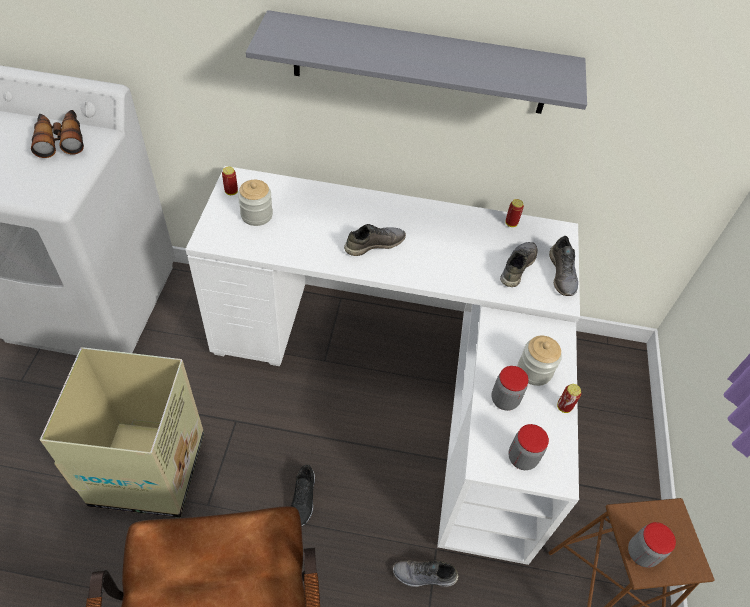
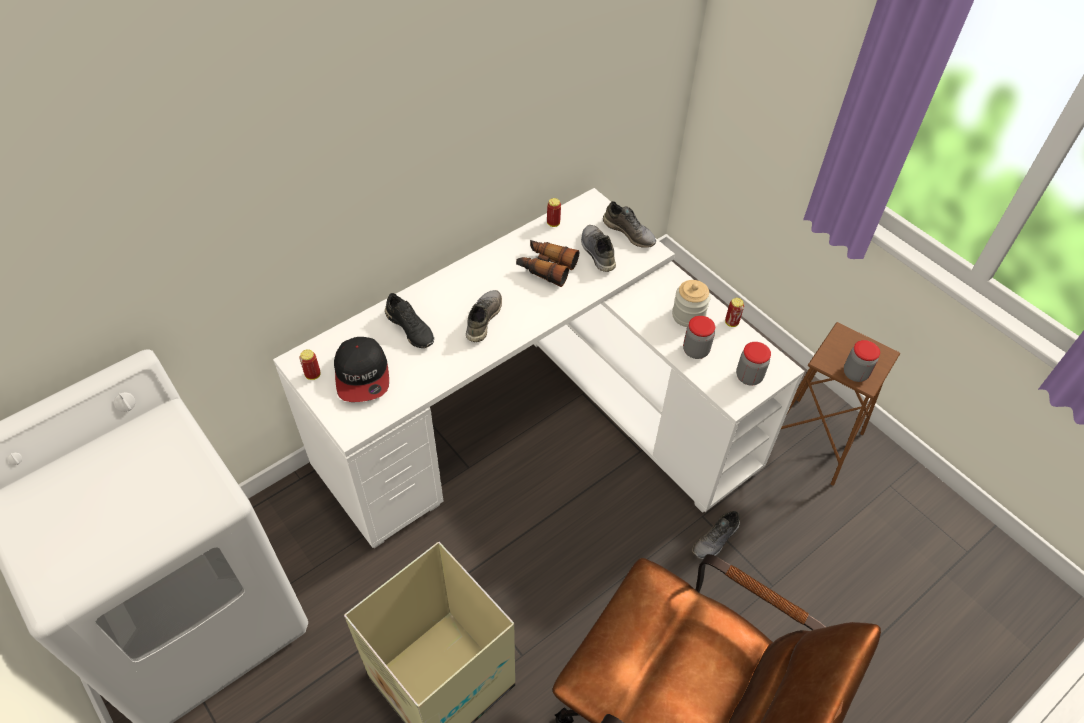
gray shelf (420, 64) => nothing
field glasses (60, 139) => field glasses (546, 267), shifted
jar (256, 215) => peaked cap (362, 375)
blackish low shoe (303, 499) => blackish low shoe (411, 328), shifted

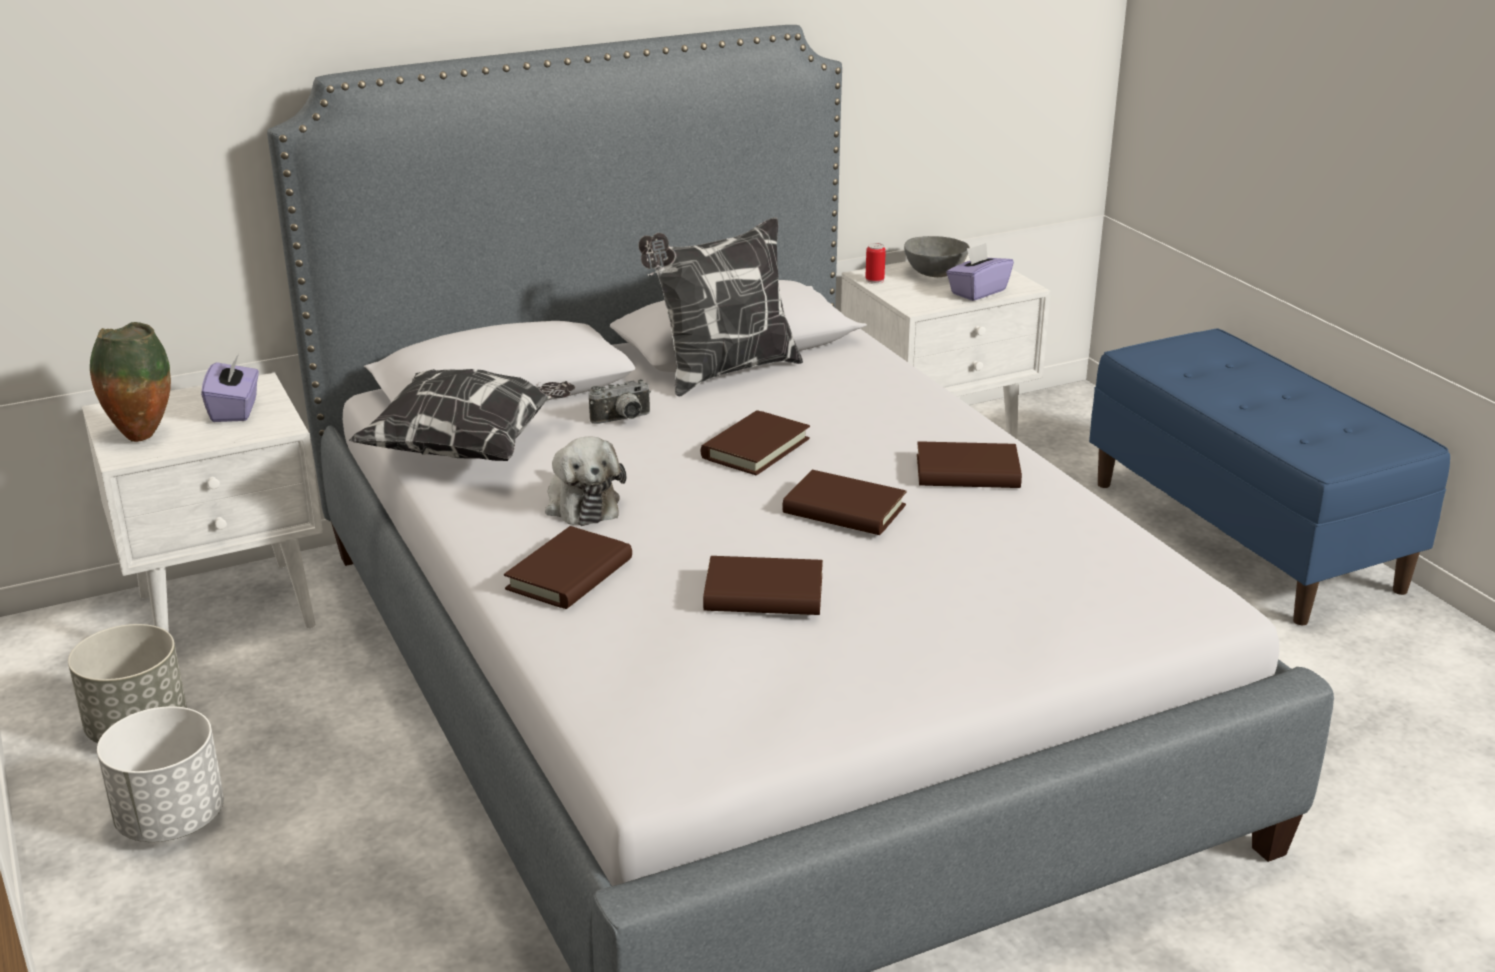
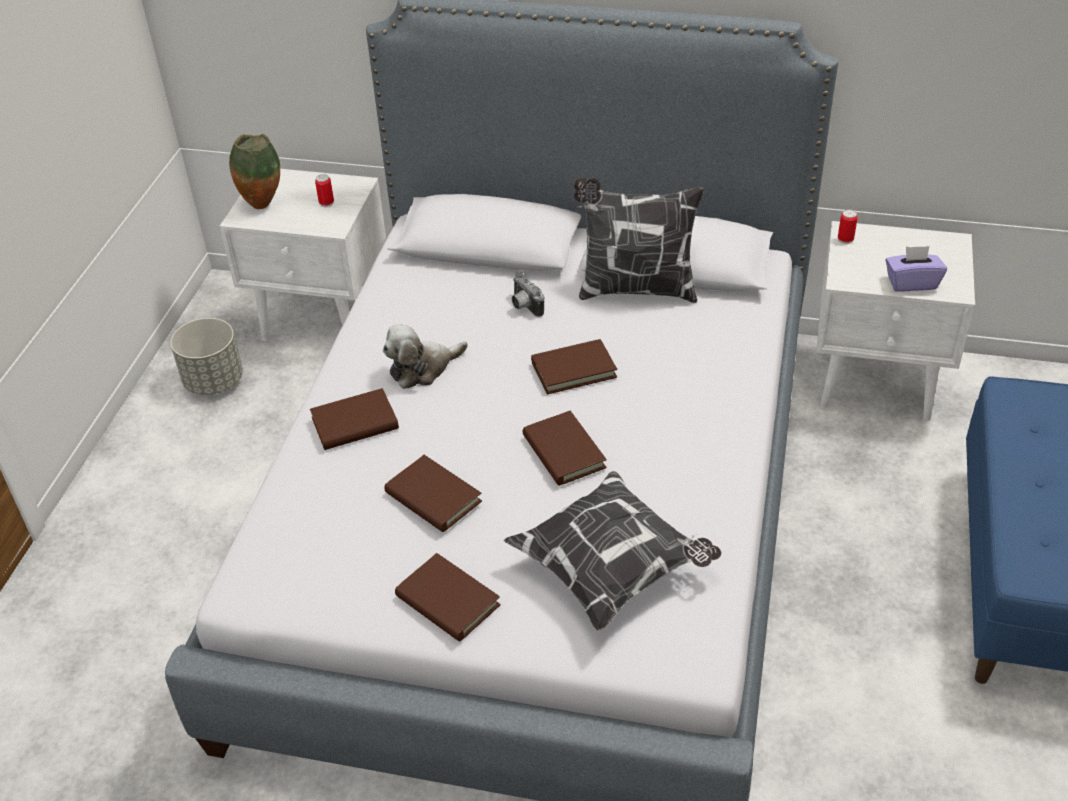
gray bowl (935, 274) => nothing
purplish box of tissues (235, 410) => metal can (326, 203)
pillow (469, 449) => pillow (612, 570), shifted
photo camera (623, 420) => photo camera (524, 306), 45 degrees clockwise
soft toy (581, 504) => soft toy (423, 368), 45 degrees clockwise
brown bound book (967, 472) => brown bound book (447, 601), shifted
white plant pot (170, 820) => nothing

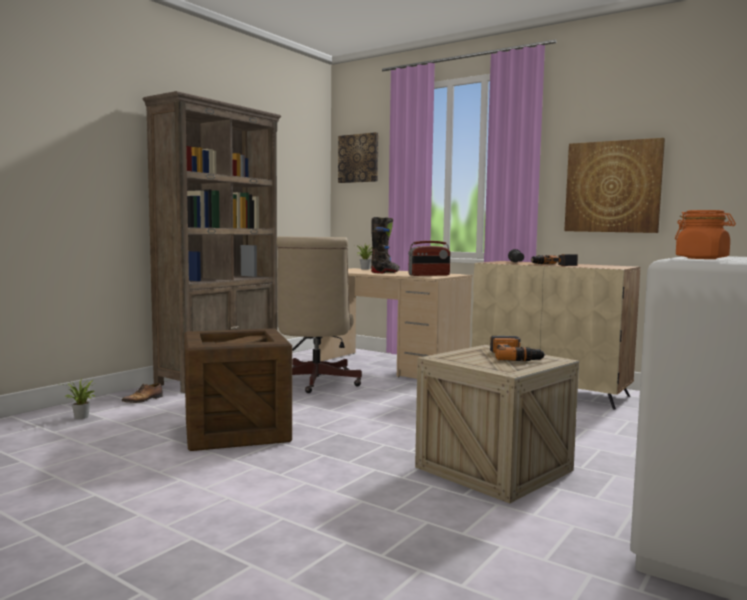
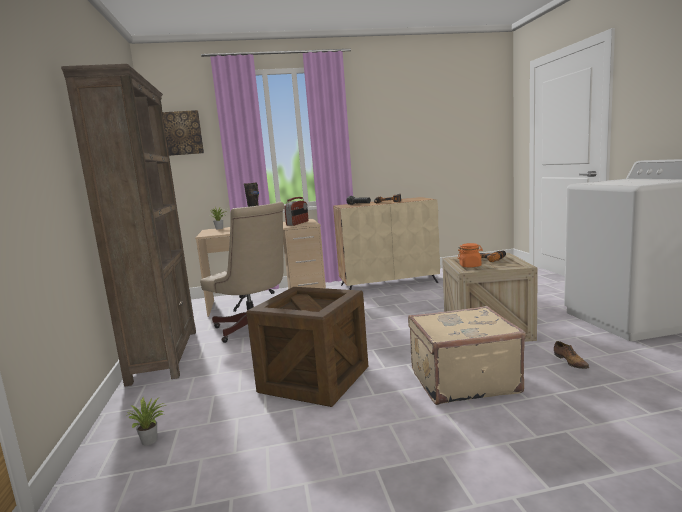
wall art (613, 187) => nothing
orange-coloured jar (702, 258) => orange-coloured jar (470, 266), shifted
low shoe (144, 400) => low shoe (570, 362), shifted
nothing => sand-coloured travel case (462, 380)

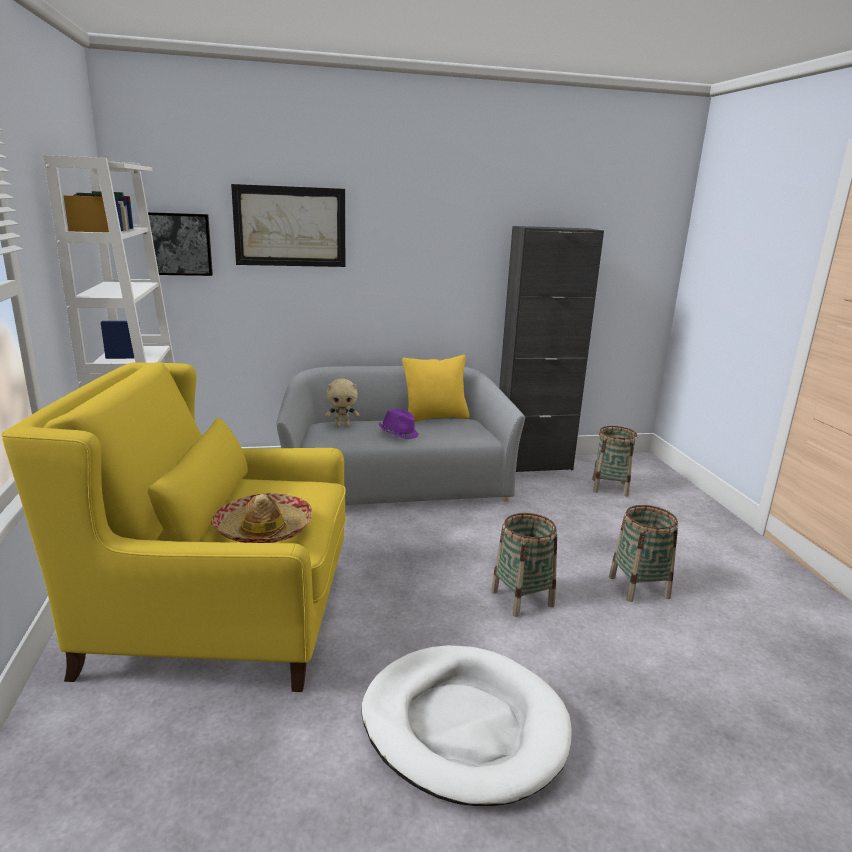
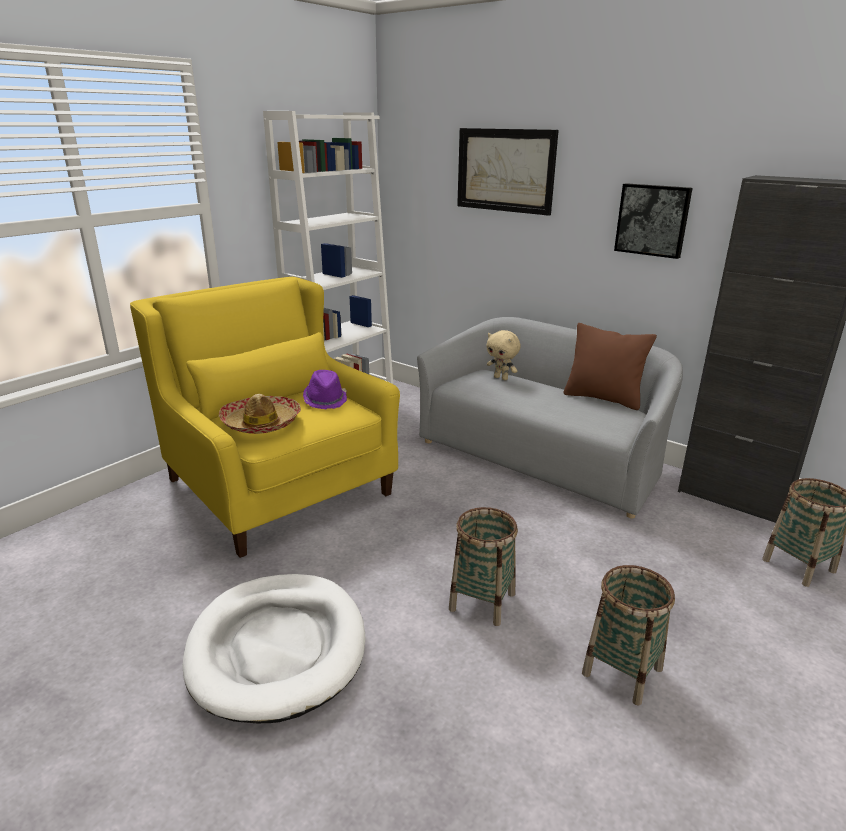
wall art (179, 244) => wall art (652, 220), shifted
yellowish pillow (435, 417) => brown pillow (603, 398)
purplish wearable hat (399, 433) => purplish wearable hat (325, 400), shifted

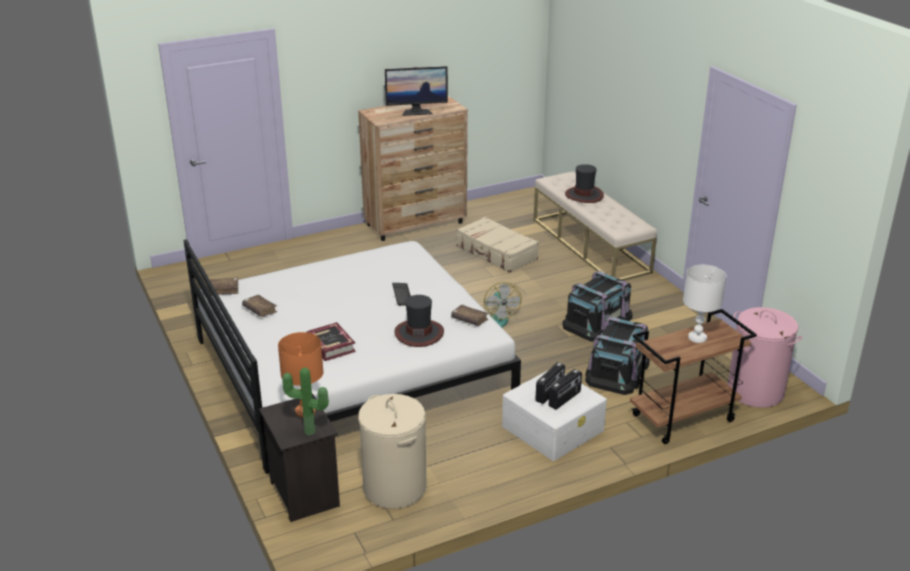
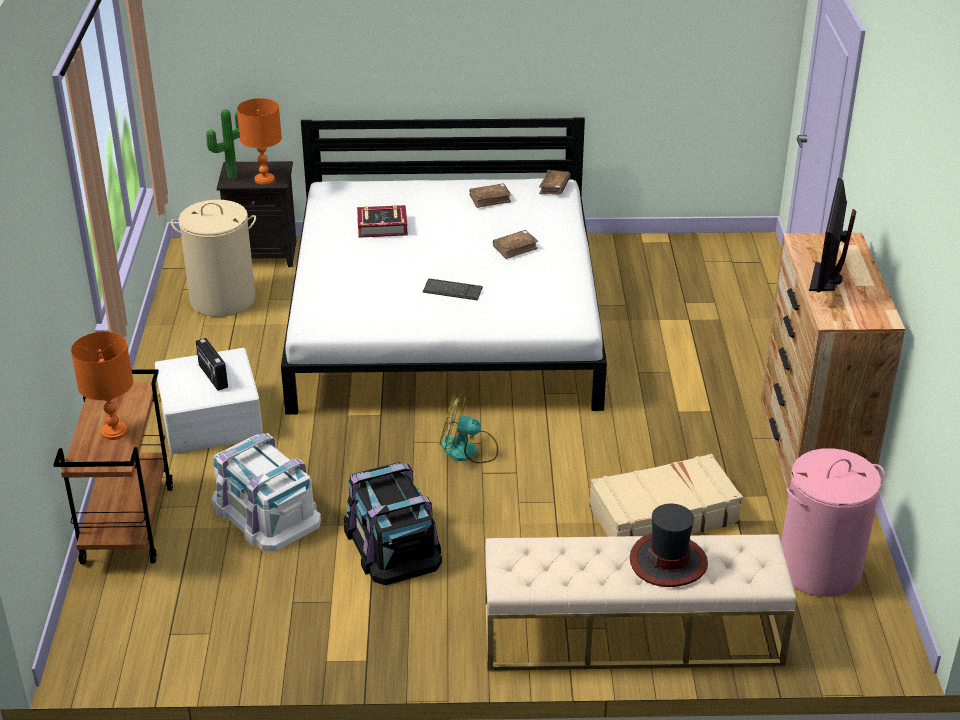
white tabletop lamp (697, 338) => orange-coloured tabletop lamp (113, 432)
wearable hat (419, 333) => nothing
brown bound book (469, 319) => brown bound book (515, 248), shifted
pinkish laundry basket (755, 391) => pinkish laundry basket (819, 569), shifted
blackish storage box (618, 371) => white storage box (265, 512)
radio receiver (565, 399) => nothing

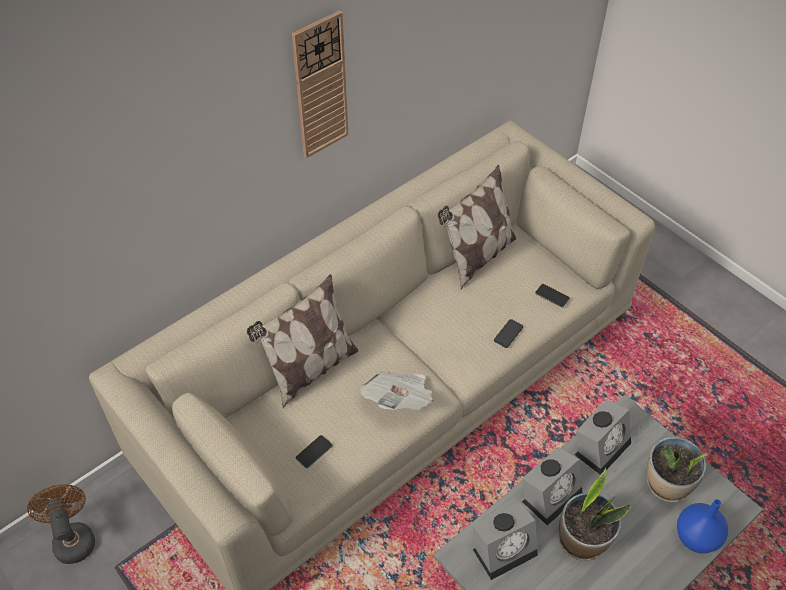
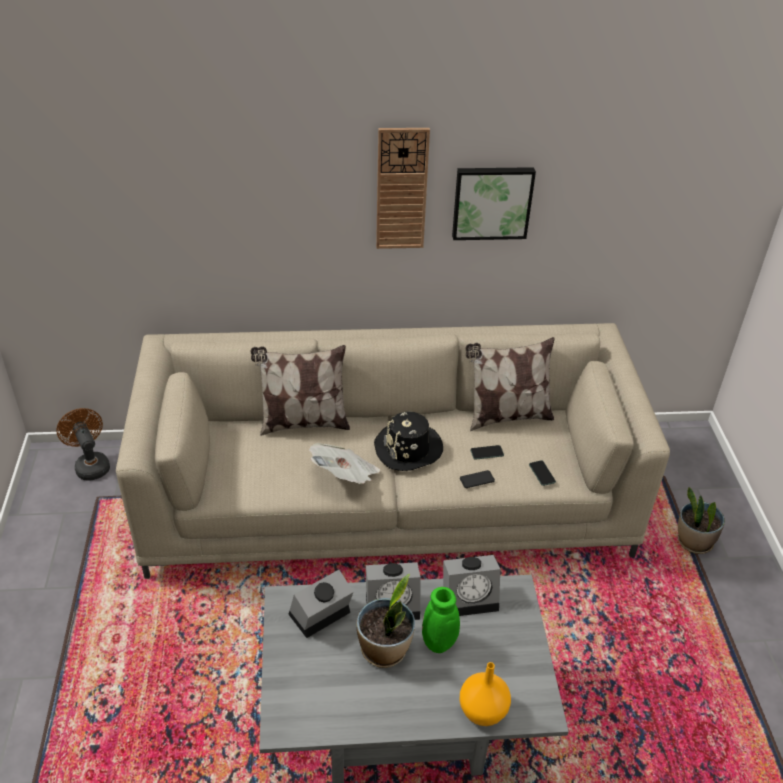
telephone (314, 452) => telephone (487, 452), shifted
plant in a pot (667, 484) => plant in a pot (693, 542), shifted
brown electric fan (73, 538) => brown electric fan (90, 465), 45 degrees counterclockwise
blue-coloured decorative vase (697, 538) => orange-coloured decorative vase (482, 712)
bedside clock (505, 548) => bedside clock (319, 616), 135 degrees clockwise
nothing => wall art (492, 202)
nothing => blackish wearable hat (408, 449)
nothing => green decorative vase (438, 645)

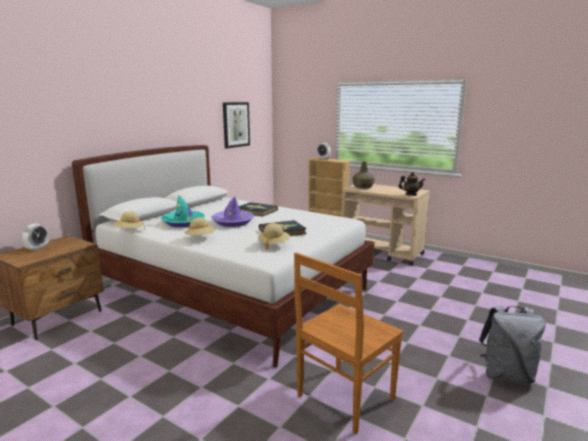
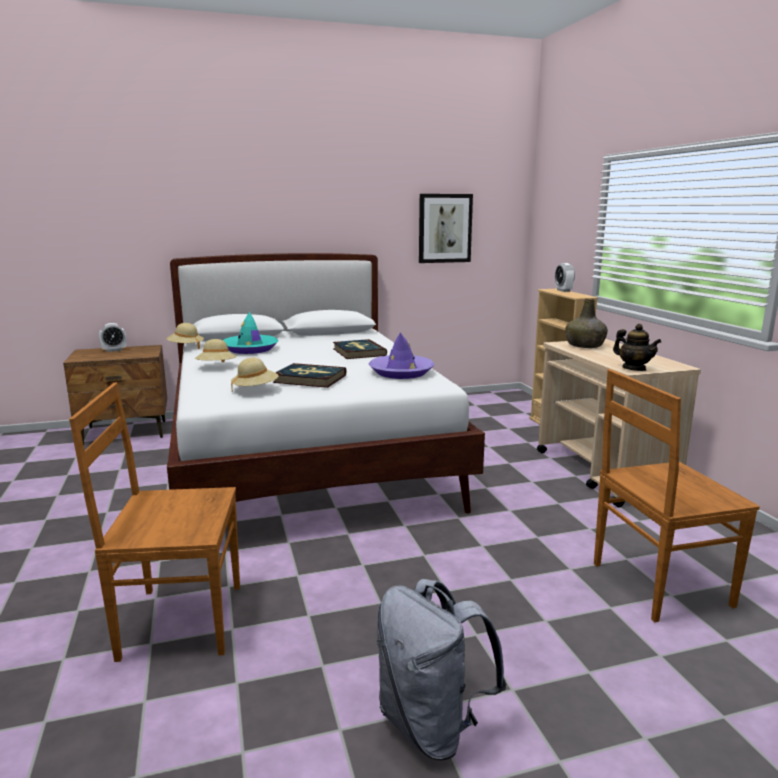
purplish wearable hat (233, 222) => purplish wearable hat (401, 372), shifted
nothing => brown chair (657, 585)

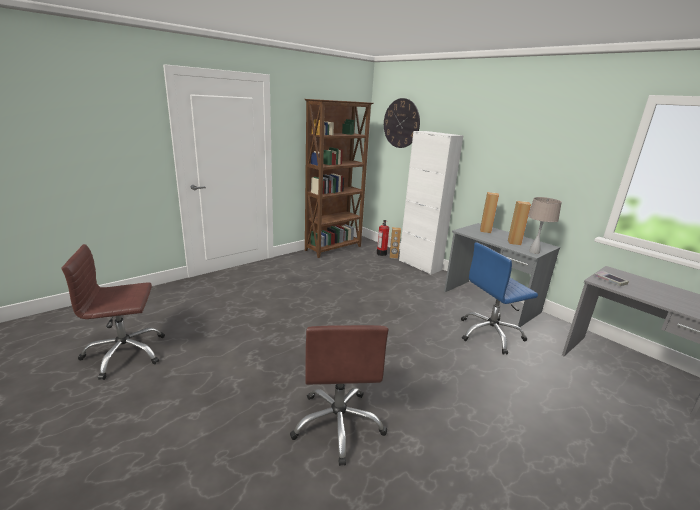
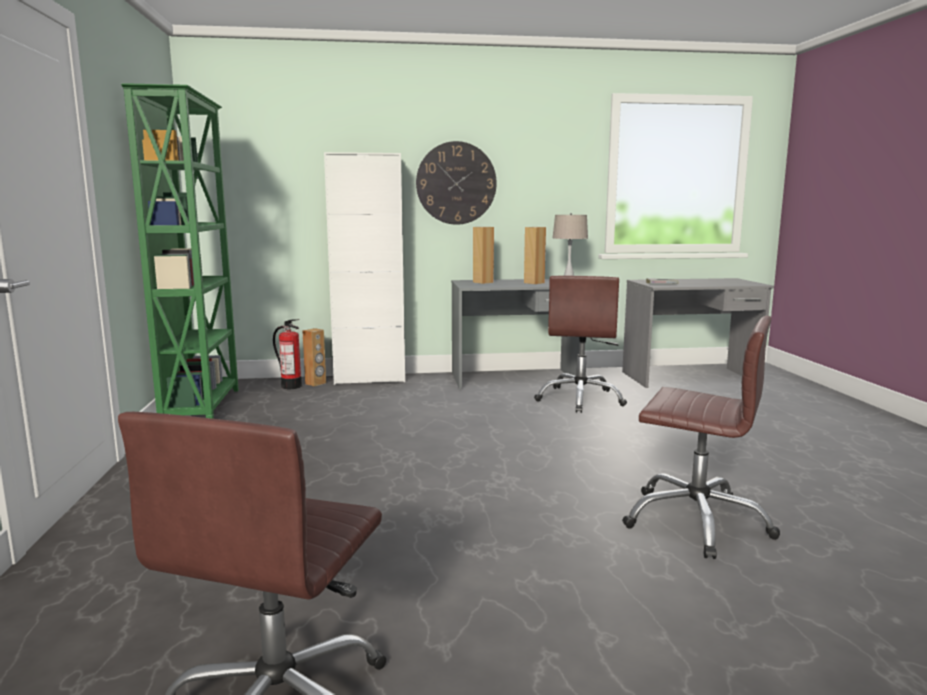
hanging clock (401, 123) => hanging clock (456, 183), shifted
brown bookcase (334, 248) => green bookcase (203, 406)
blue-coloured desk chair (490, 334) => brown desk chair (580, 399)

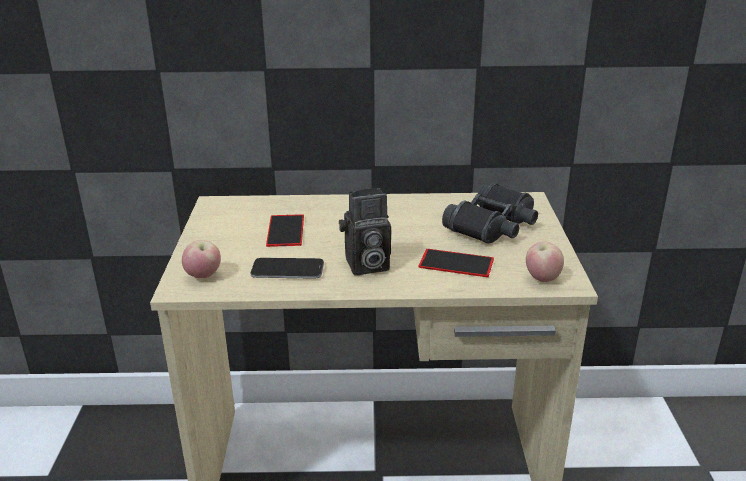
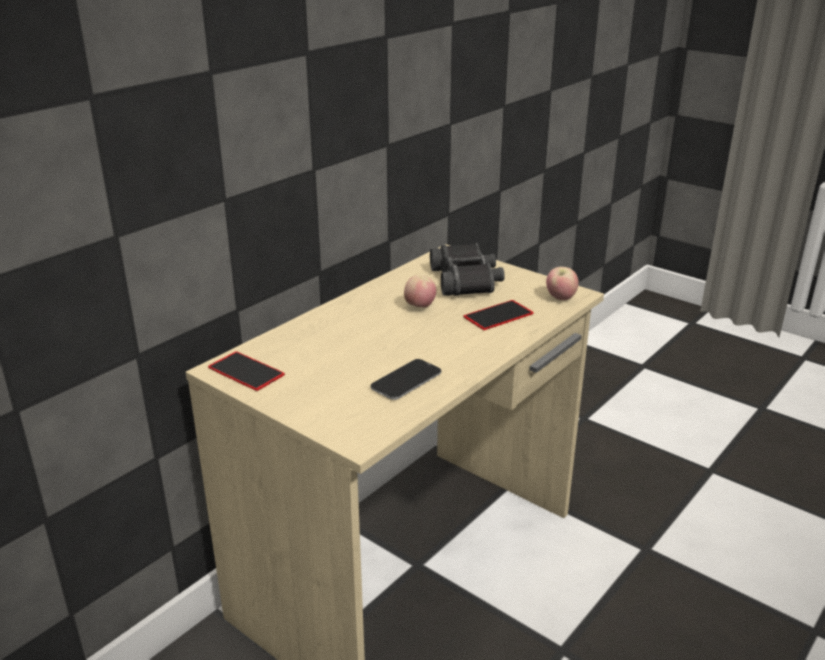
photo camera (365, 266) => nothing
telephone (285, 230) => telephone (246, 371), shifted
apple (203, 276) => apple (420, 307), shifted

